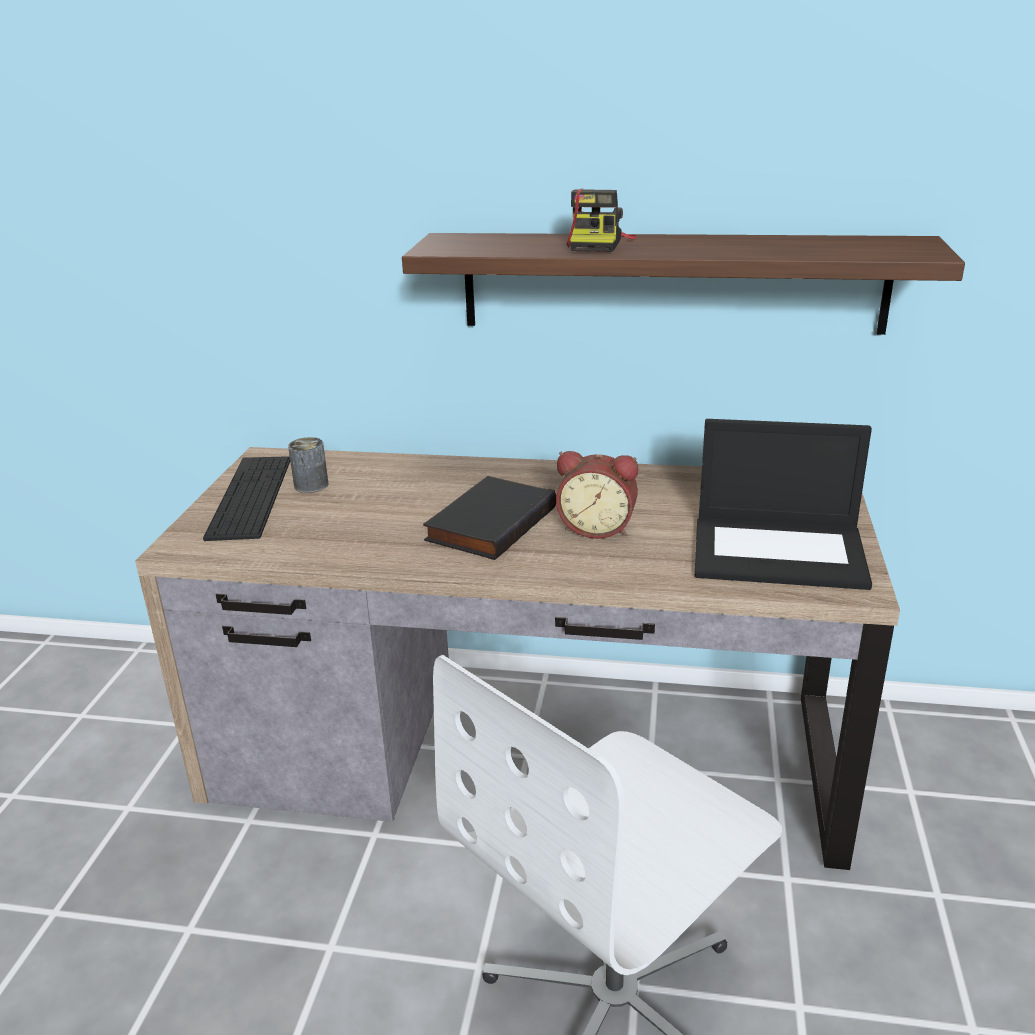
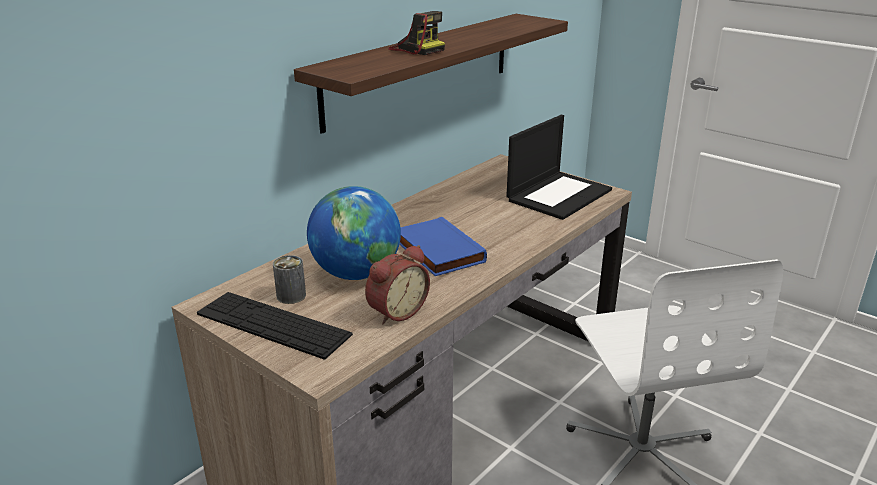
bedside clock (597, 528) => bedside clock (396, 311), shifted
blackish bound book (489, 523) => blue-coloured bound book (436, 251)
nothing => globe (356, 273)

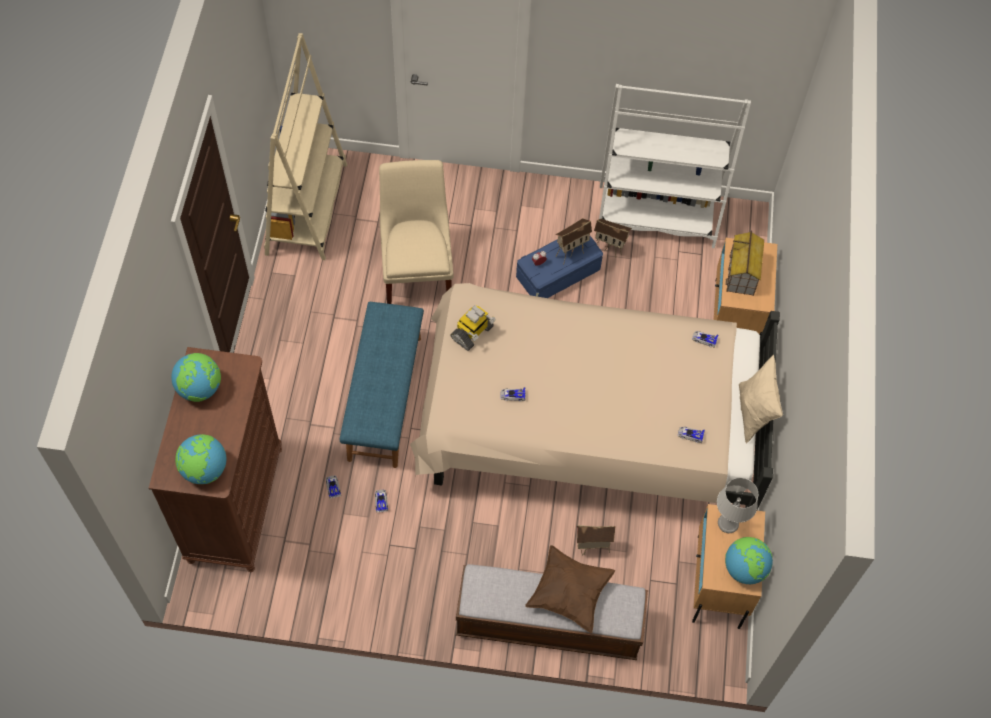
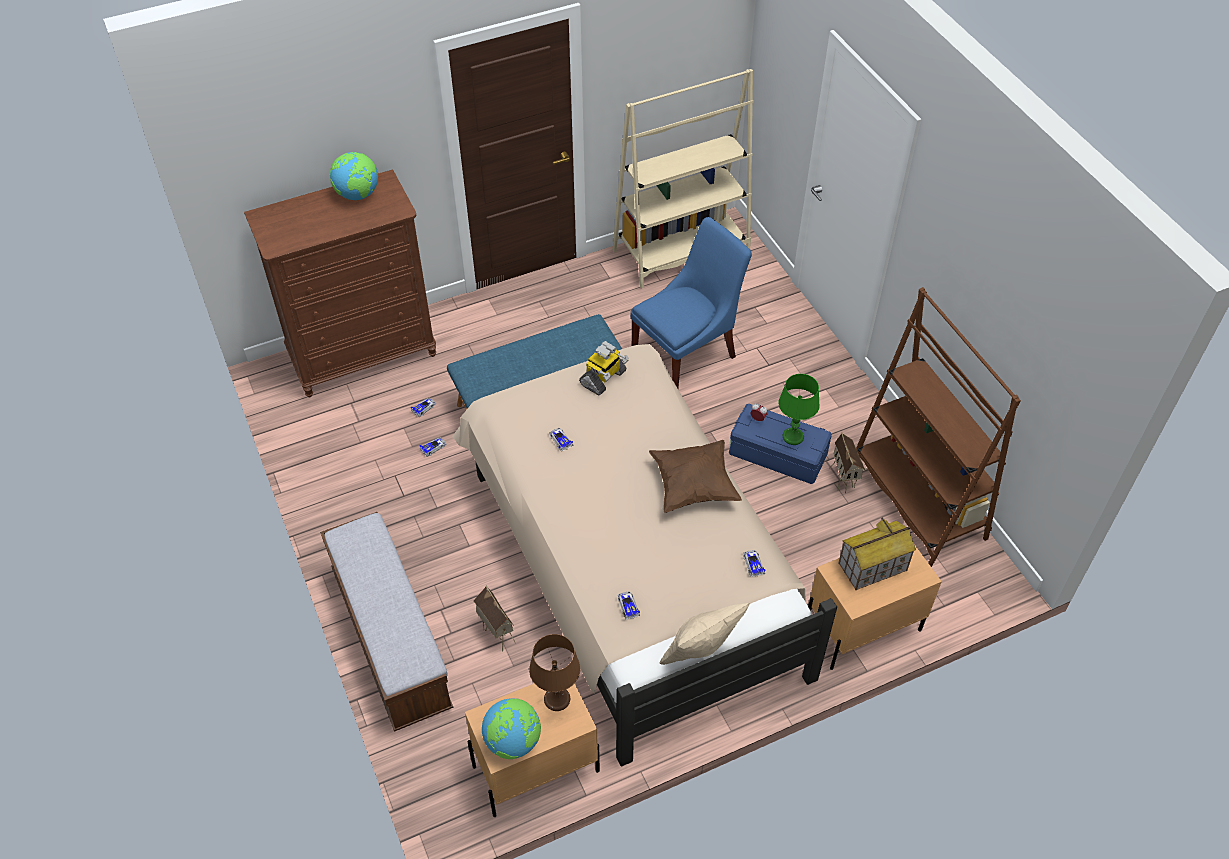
white bookcase (656, 216) => brown bookcase (917, 500)
sand-coloured chair (417, 270) => blue-coloured chair (687, 352)
miniature house (570, 252) => green tabletop lamp (793, 437)
toy robot (472, 333) => toy robot (603, 378), 60 degrees counterclockwise
globe (204, 470) => nothing
gray tabletop lamp (728, 523) => brown tabletop lamp (557, 699)
brown pillow (569, 594) => brown pillow (693, 486), shifted

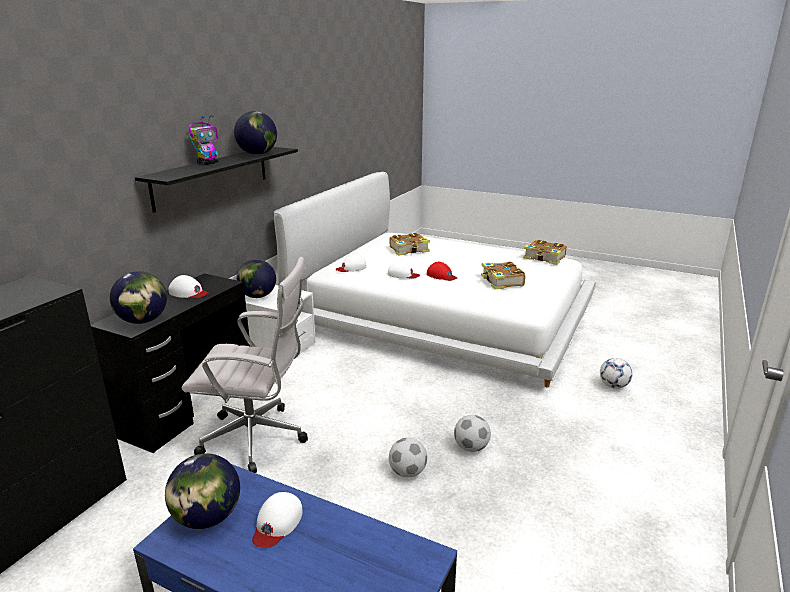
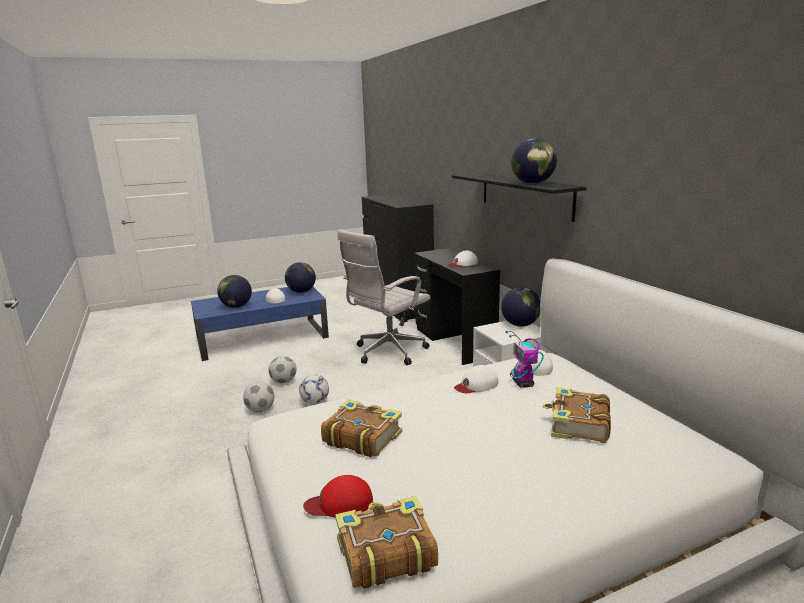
toy robot (208, 163) => toy robot (523, 383), shifted
red peaked cap (441, 275) => red peaked cap (340, 503), shifted
globe (143, 321) => globe (236, 306), shifted
football (613, 386) => football (315, 402), shifted

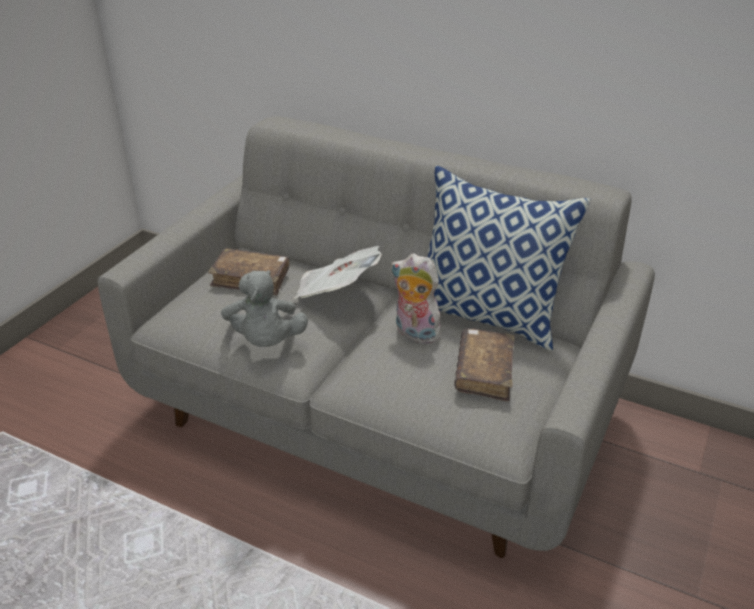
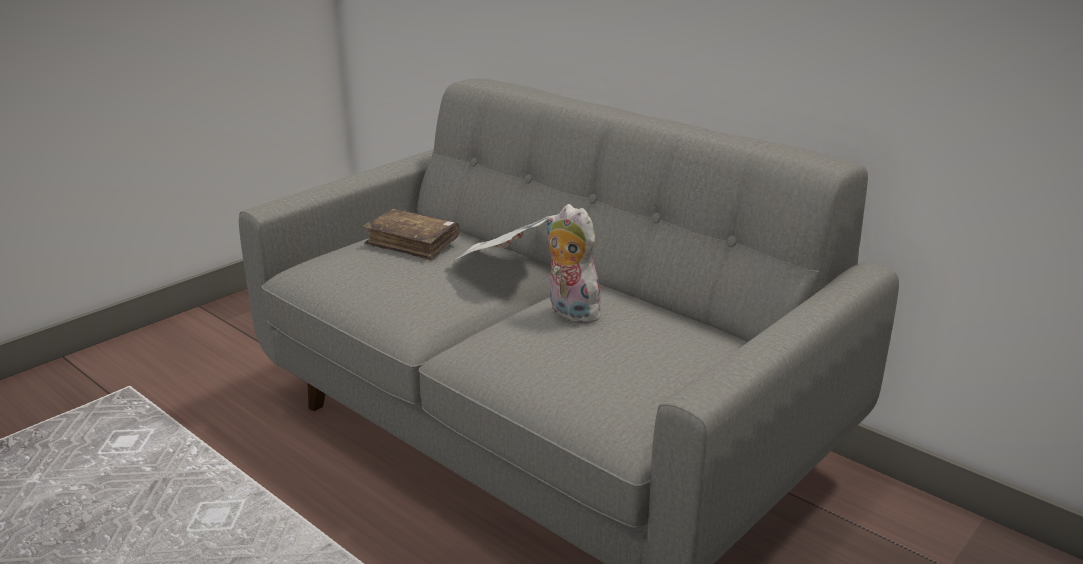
pillow (487, 316) => nothing
gray soft toy (266, 341) => nothing
brown bound book (484, 372) => nothing

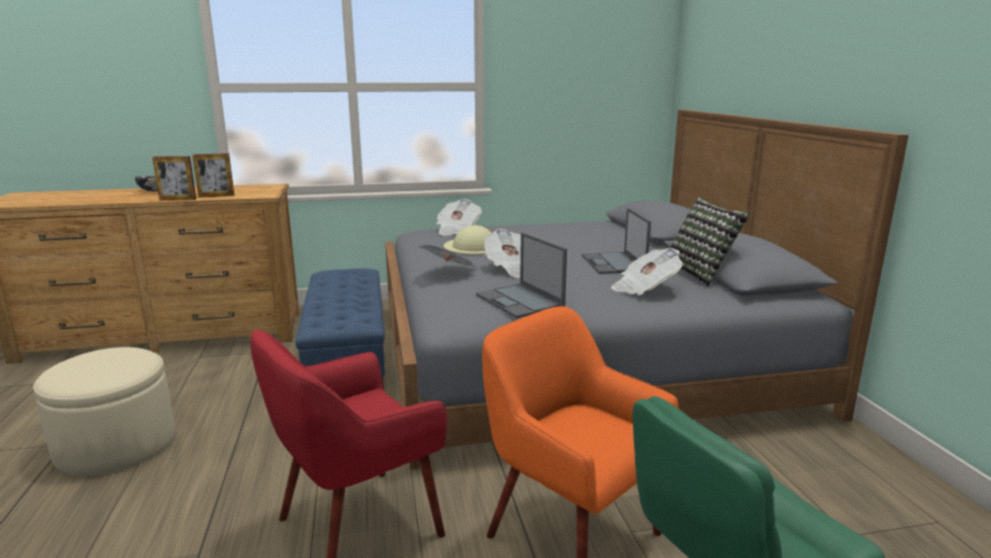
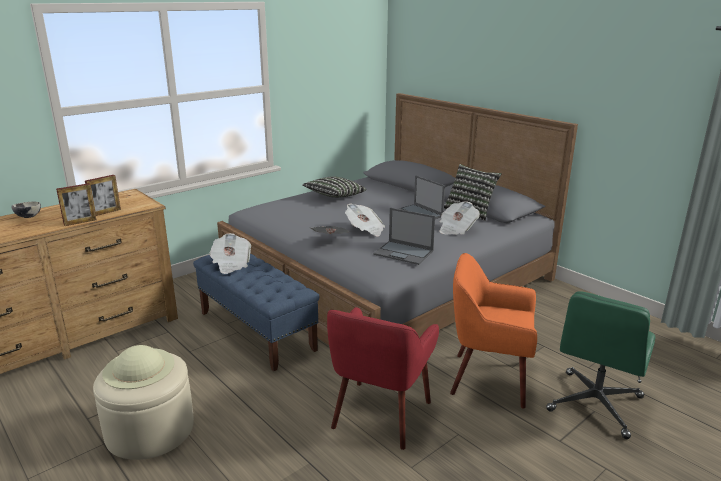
newspaper (457, 230) => newspaper (231, 264), shifted
sand-coloured wearable hat (475, 245) => sand-coloured wearable hat (139, 368), shifted
nothing => pillow (334, 196)

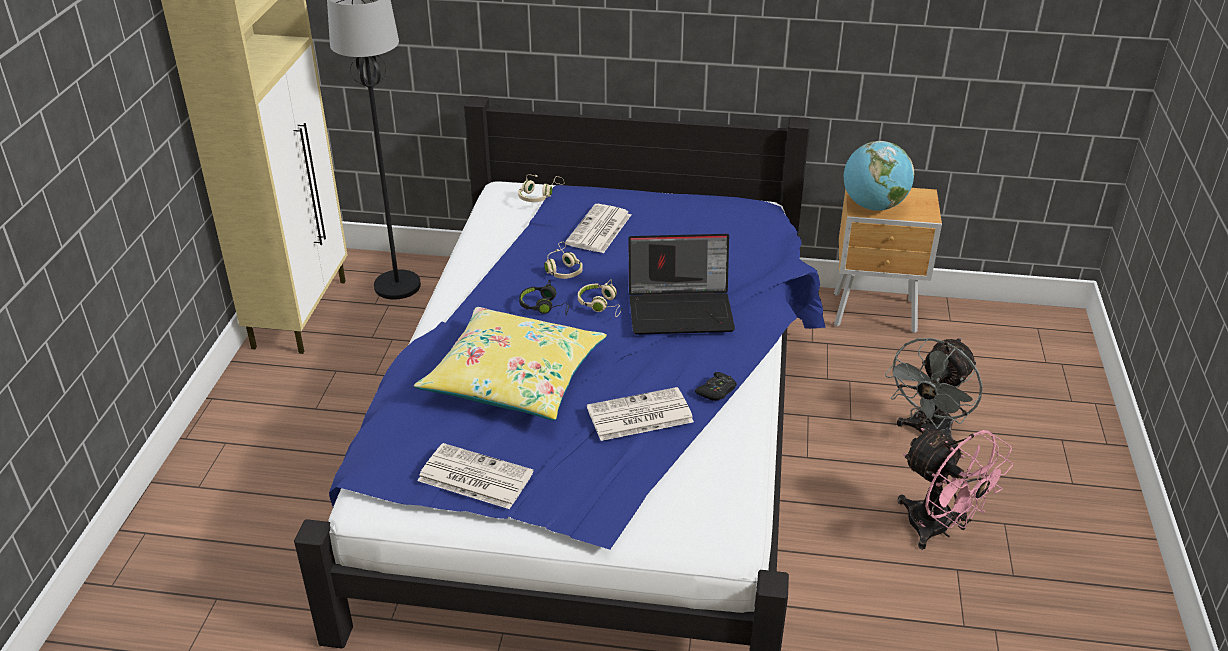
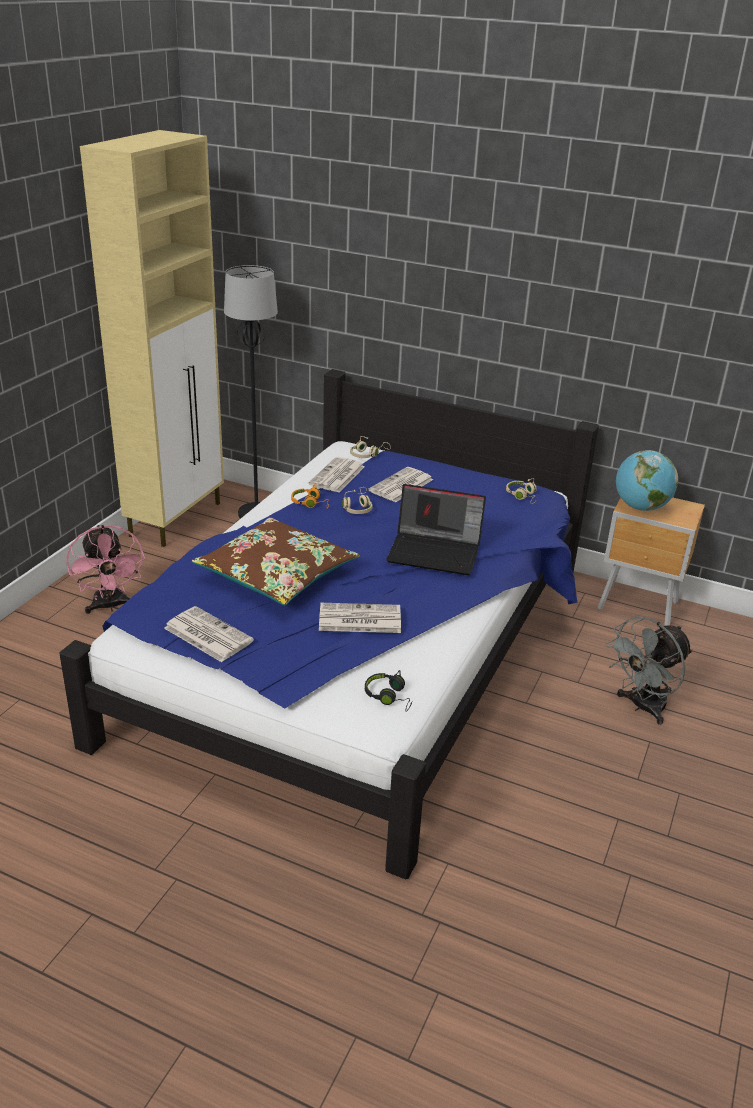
blackish headphones (544, 306) => blackish headphones (389, 697), shifted
sand-coloured headphones (601, 305) => sand-coloured headphones (523, 496), shifted
yellowish pillow (514, 378) => brown pillow (277, 574)
blackish game controller (716, 391) => nothing
pinkish electric fan (938, 529) => pinkish electric fan (110, 606), shifted
nothing => newspaper (337, 476)
nothing => orange-coloured headphones (311, 503)

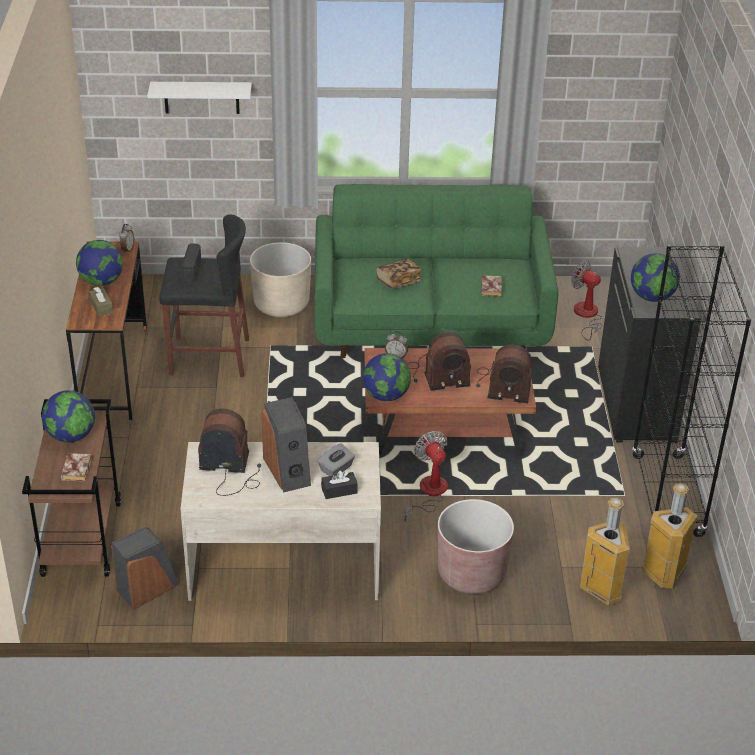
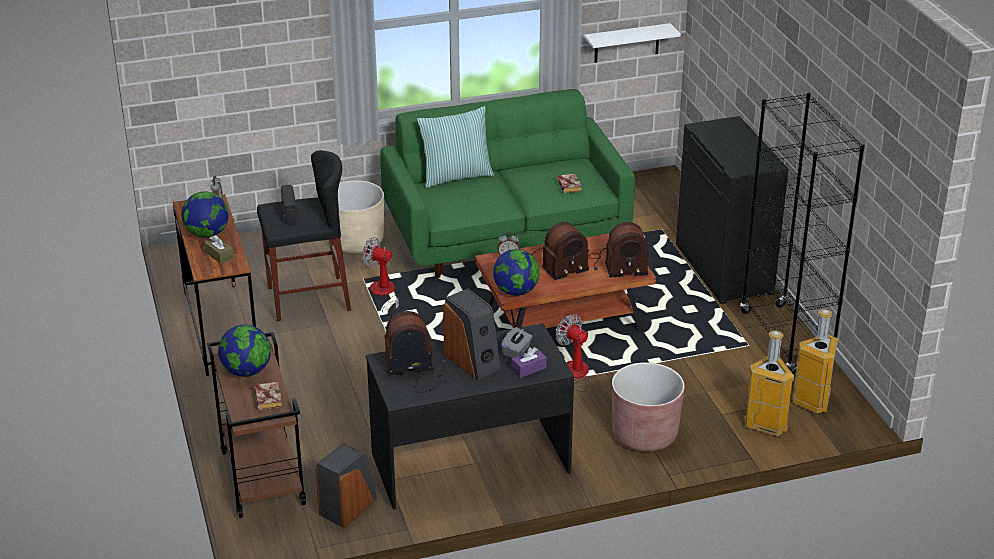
white shelf (201, 97) => white shelf (626, 43), shifted
globe (651, 297) => nothing
bound book (398, 281) => nothing
electric fan (586, 316) => electric fan (384, 294), shifted
sand-coloured desk table (284, 565) => blackish desk table (470, 462)
blackish box of tissues (339, 490) => purplish box of tissues (528, 369)
nothing => pillow (456, 176)

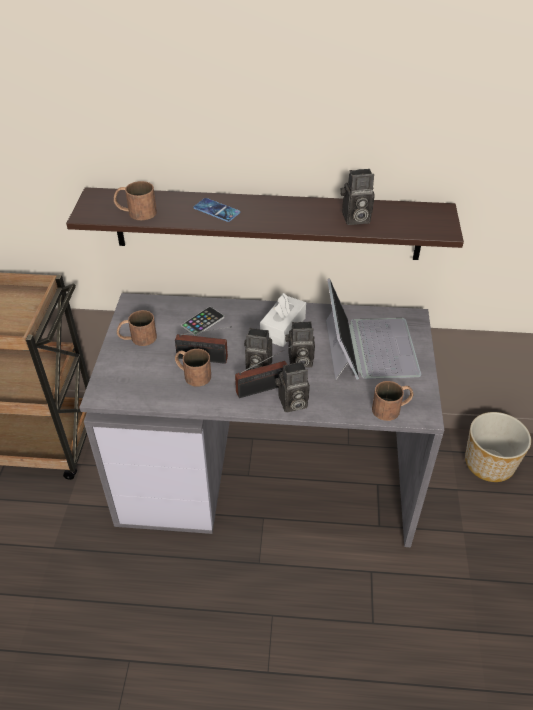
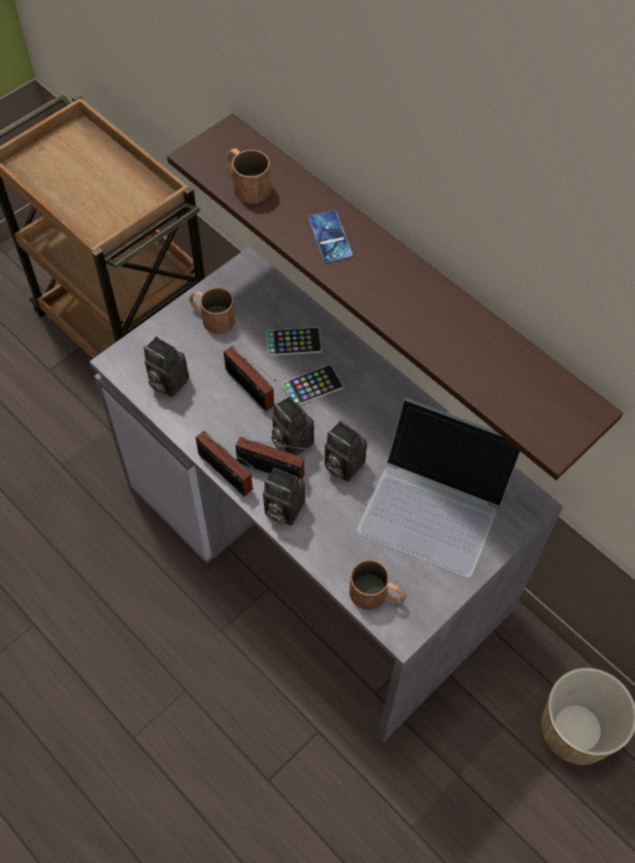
photo camera (354, 219) => photo camera (166, 382), shifted
notebook computer (369, 347) => notebook computer (435, 504), 75 degrees clockwise
white box of tissues (283, 328) => nothing
brown coffee mug (192, 374) => nothing
nothing => telephone (312, 386)
nothing => radio receiver (227, 475)

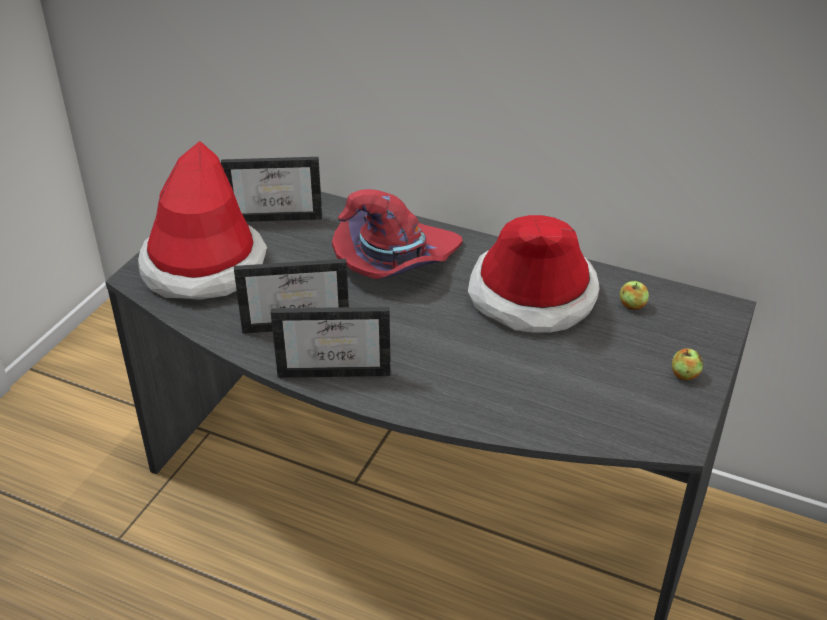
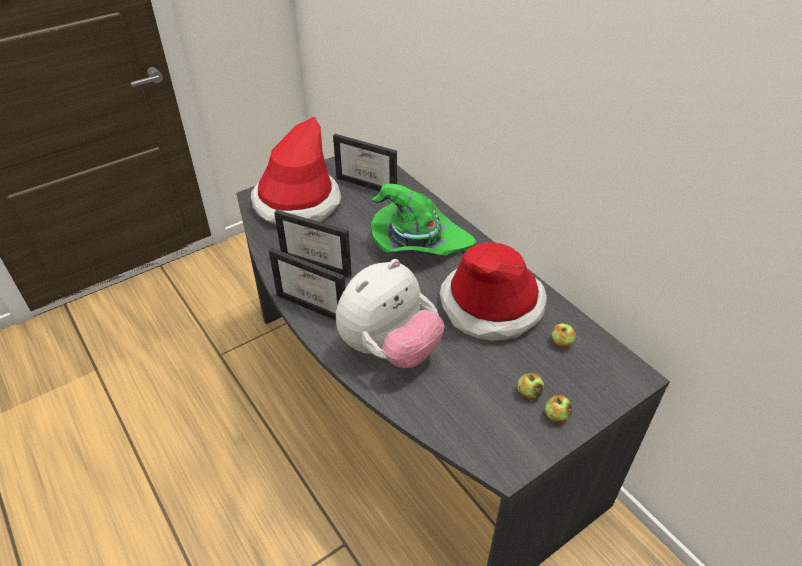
red wearable hat (394, 260) => green wearable hat (418, 242)
nothing => soft toy (389, 349)
nothing => apple (529, 393)

